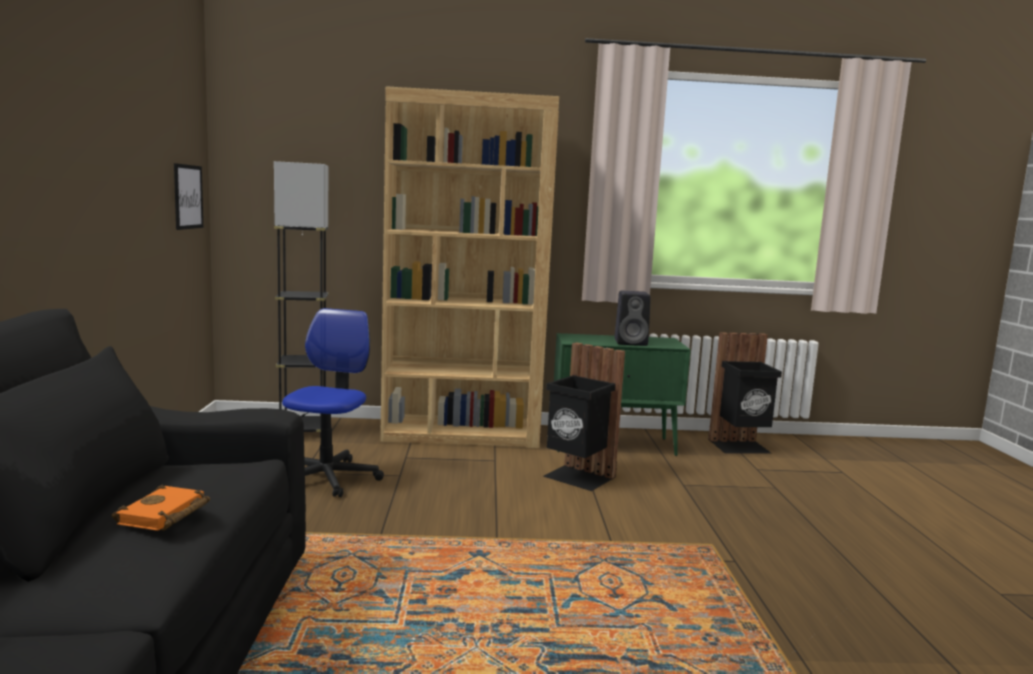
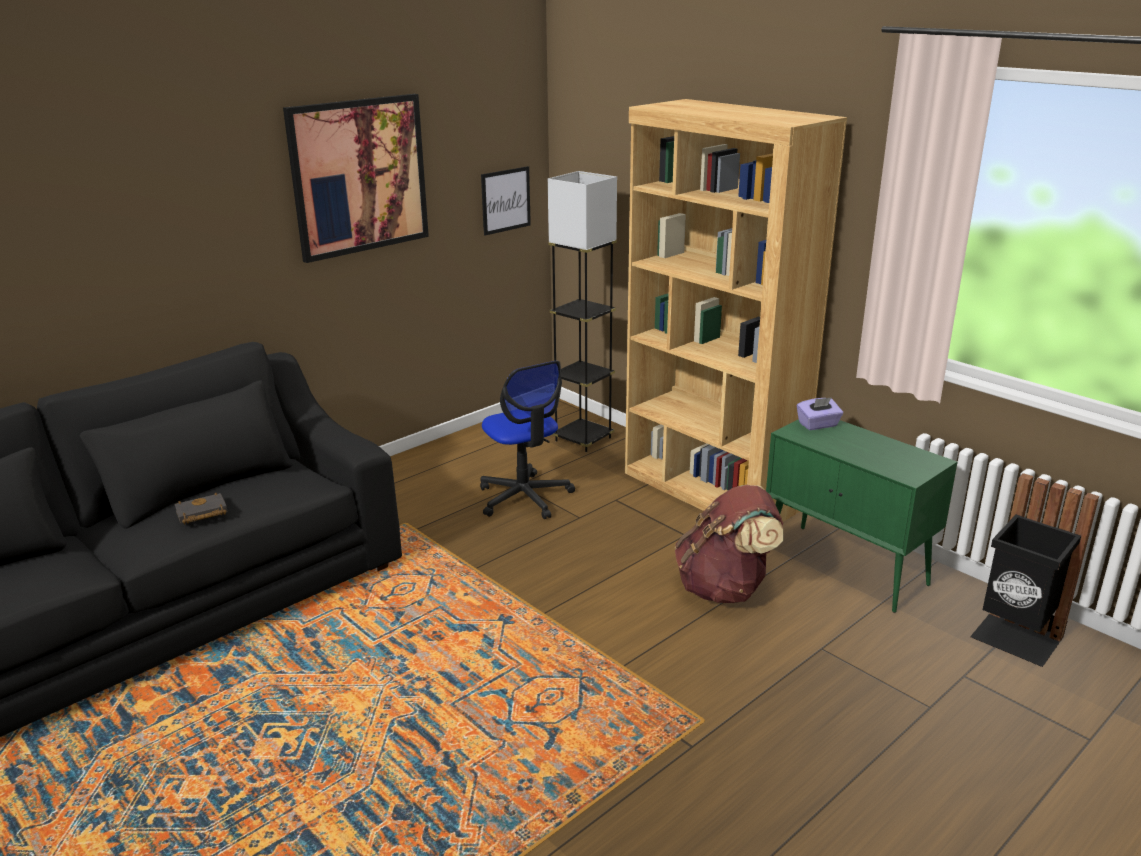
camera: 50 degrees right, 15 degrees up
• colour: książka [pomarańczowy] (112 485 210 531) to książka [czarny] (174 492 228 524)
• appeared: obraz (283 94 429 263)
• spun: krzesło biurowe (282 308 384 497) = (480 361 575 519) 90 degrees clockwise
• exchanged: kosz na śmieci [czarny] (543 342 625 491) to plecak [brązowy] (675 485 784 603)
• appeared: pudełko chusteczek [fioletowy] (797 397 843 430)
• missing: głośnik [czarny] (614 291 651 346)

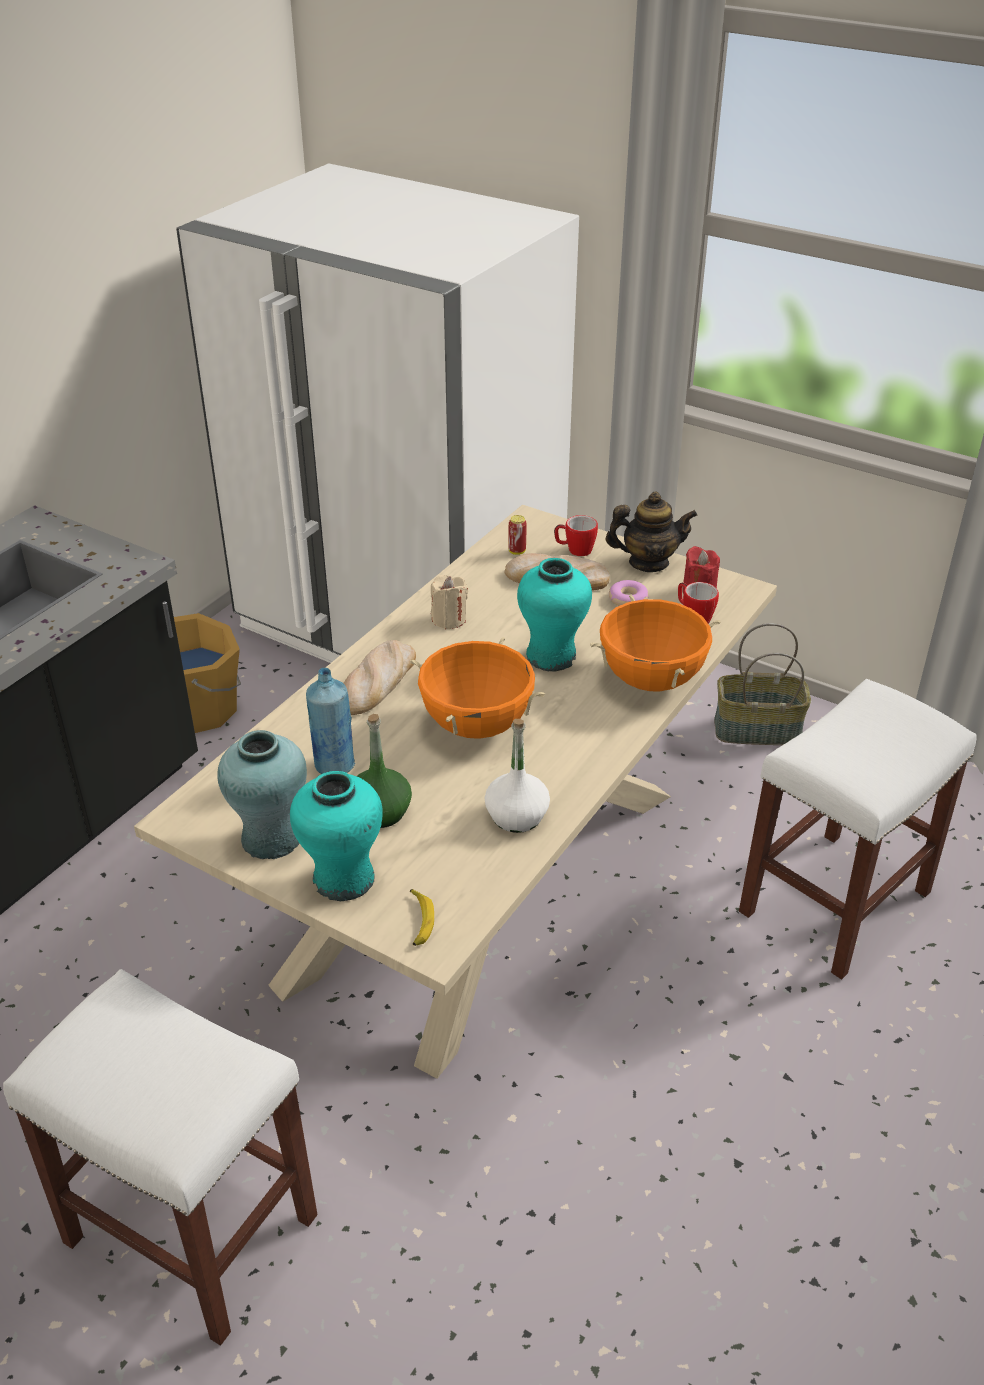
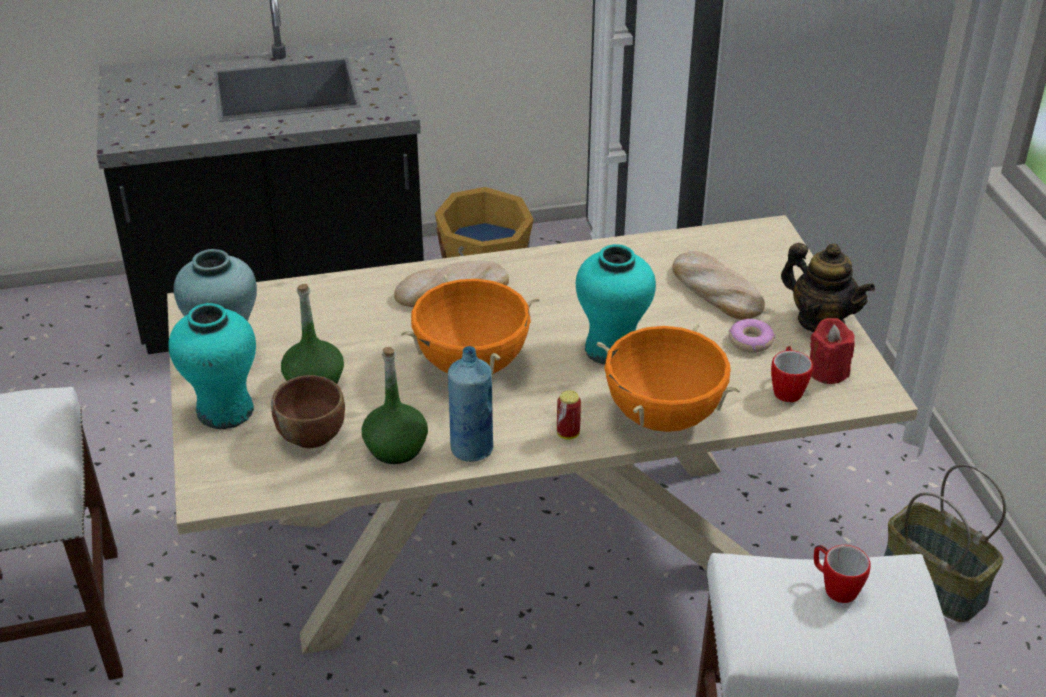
camera: 45 degrees right, 0 degrees up
• appeared: miska [brązowy] (271 375 345 448)
• colour: butelka [biały] (485 719 550 833) to butelka [zielony] (362 347 428 464)
• relocated: butelka [niebieski] (306 668 355 774) to (448 346 493 462)
• relocated: puszka (508 515 527 555) to (557 390 581 440)
• relocated: kubek (554 515 598 556) to (814 545 871 603)
• missing: banan (410 889 434 946)
• missing: świeca [beżowy] (431 575 468 629)

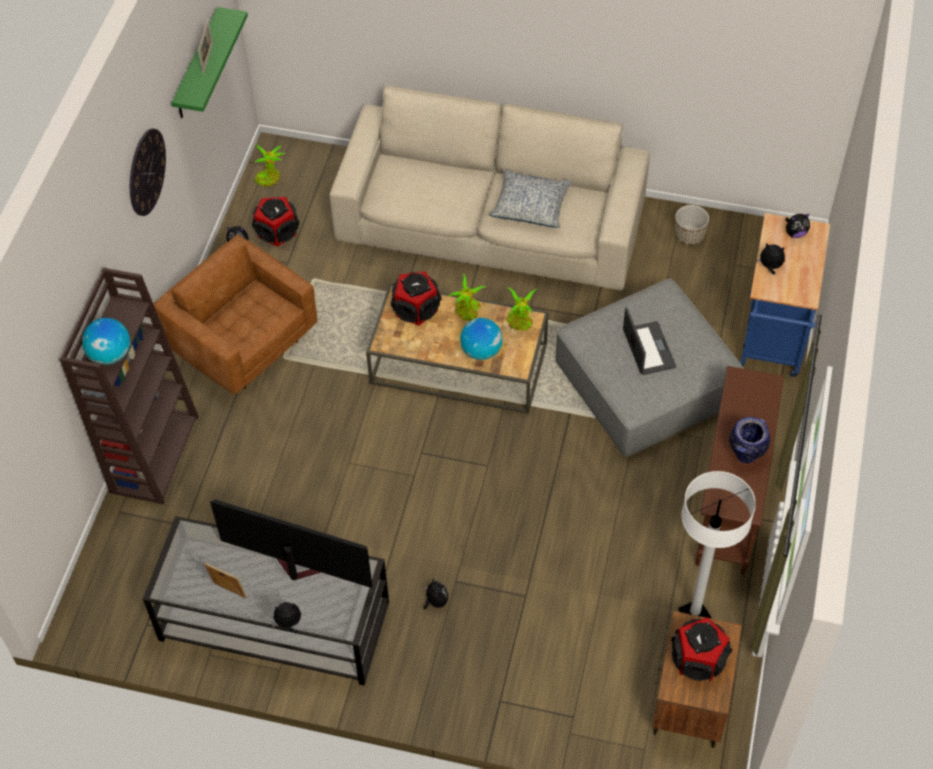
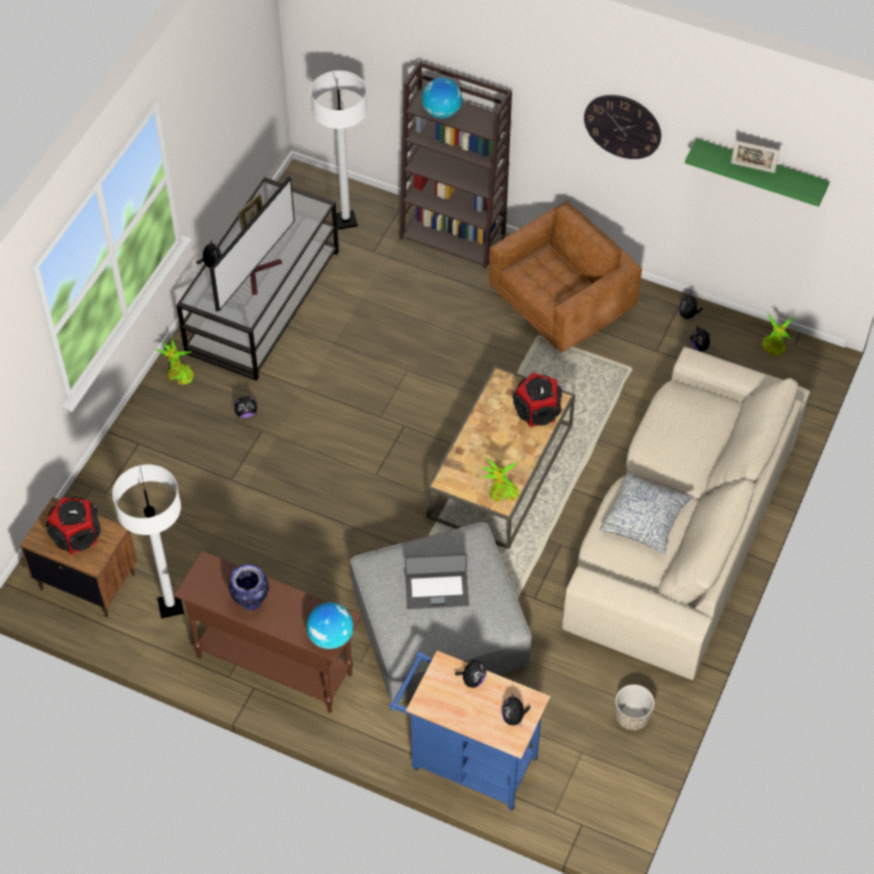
camera: 100 degrees right, 0 degrees up
• relocated: roślina doniczkowa (447 273 486 321) to (156 337 194 385)
• relocated: globus (460 318 502 360) to (307 602 353 649)
• appeared: lampa stojąca [biały] (311 71 367 230)
• exchanged: głośnik (252 197 300 247) to pluszak (690 325 713 352)

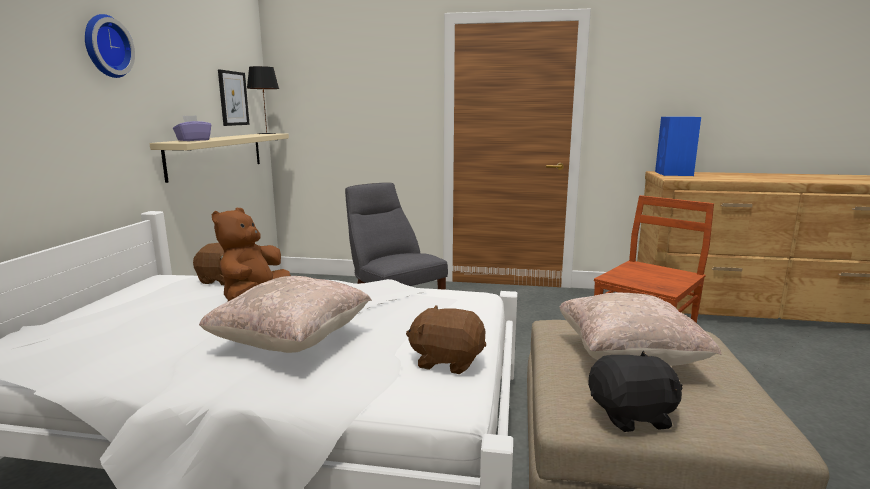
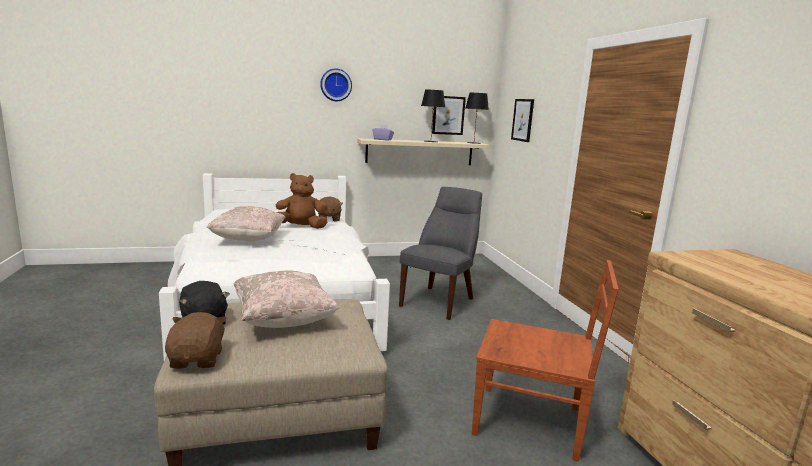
camera: 65 degrees right, 0 degrees up
• relocated: pluszak [brązowy] (406 305 486 374) to (165 312 227 369)
• appeared: lampa stołowa [czarny] (421 90 445 142)
• appeared: obraz (511 99 534 142)
• missing: głośnik [niebieski] (655 117 701 176)

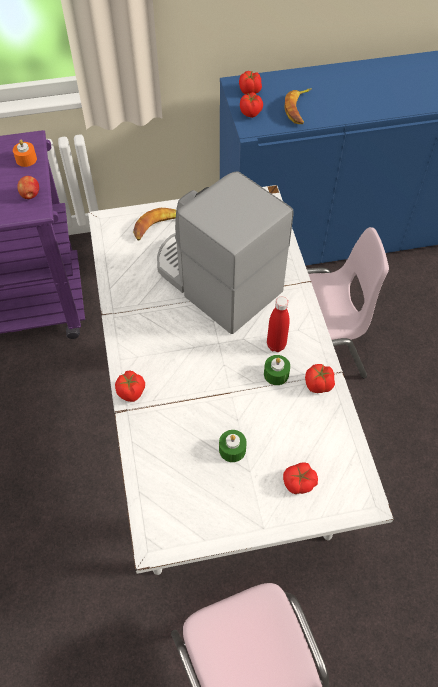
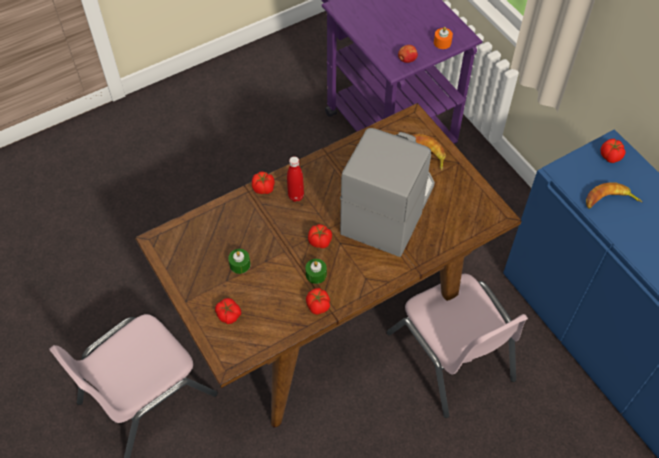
camera: 70 degrees right, 0 degrees up
• colour: stół jadalny [biały] (88 185 394 575) to stół jadalny [brązowy] (135 103 522 427)
• relocated: butelka [czerwony] (267 296 290 352) to (287 156 304 202)
• relocated: pomidor (240 92 263 118) to (308 224 332 248)

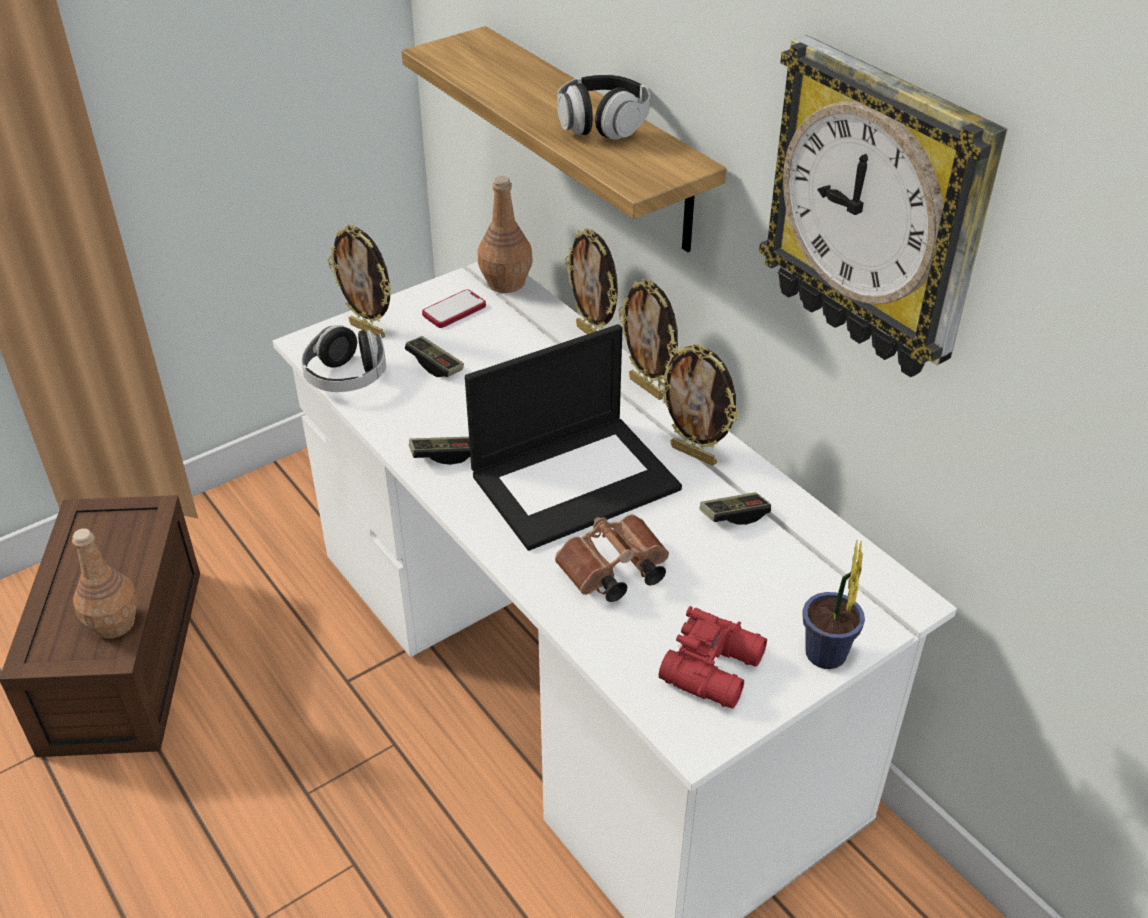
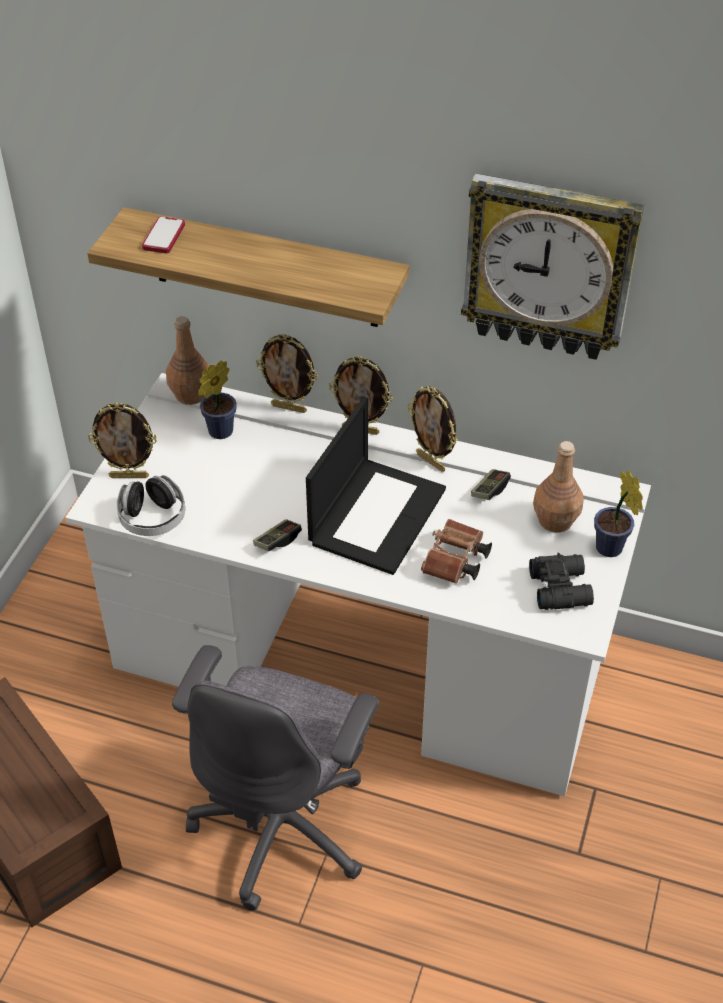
camera: 35 degrees left, 5 degrees up
• relocated: telefon (422 289 486 328) to (142 216 185 253)
• appeared: krzesło biurowe [szary] (172 645 379 911)
• appeared: roślina doniczkowa (198 360 237 439)
• spun: ramka na zdjęcie (658 344 739 466) = (408 386 457 472) 45 degrees clockwise
• colour: lornetka [czerwony] (659 606 767 709) to lornetka [czarny] (529 553 594 610)
• relocated: butelka [brązowy] (72 528 138 639) to (533 441 584 532)
• missing: pad do gier (405 336 464 377)
• missing: słuchawki (557 74 650 140)

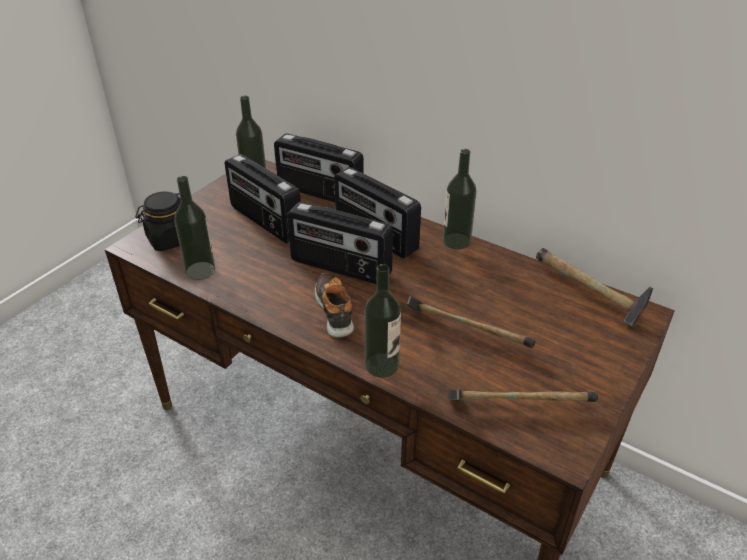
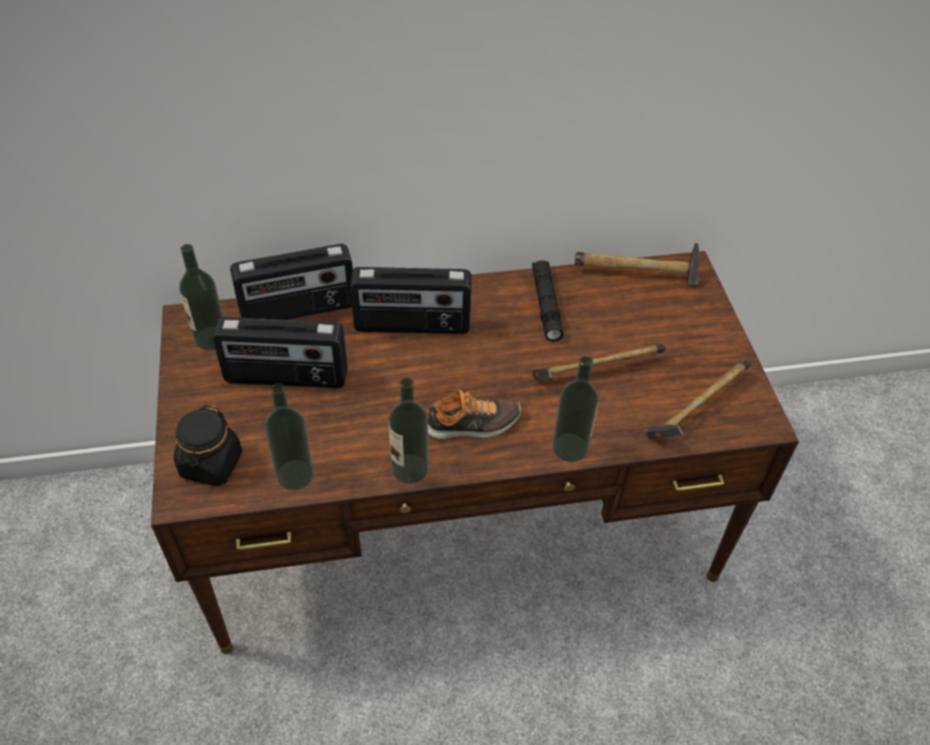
camera: 45 degrees left, 10 degrees up
• relocated: butelka (443 149 476 250) to (388 378 429 484)
• spun: but (315 273 354 338) = (428 390 521 439) 135 degrees clockwise
• appeared: latarka [czarny] (532 260 563 342)
• missing: radio (287 202 393 284)

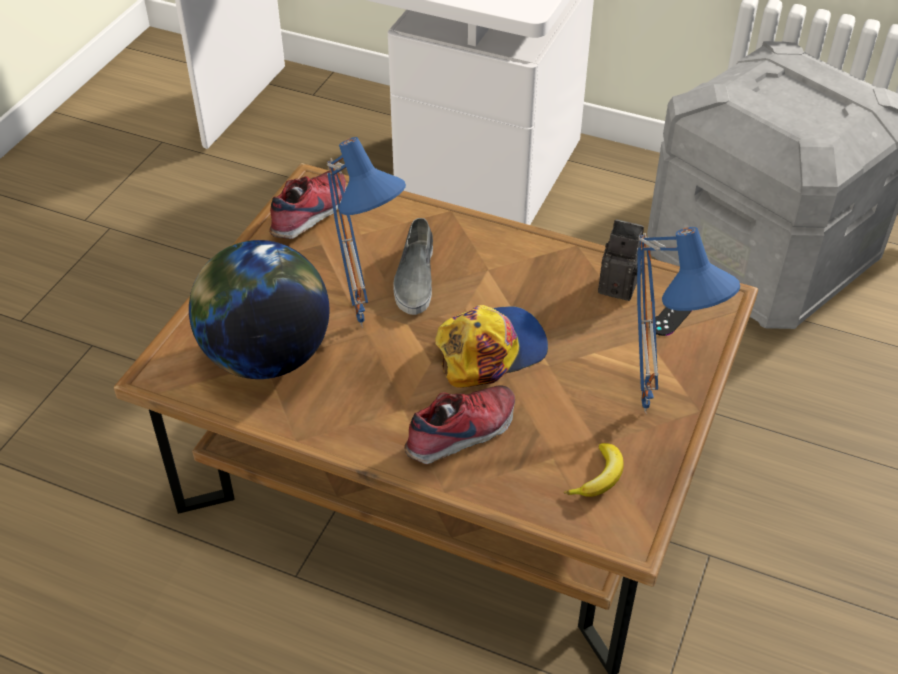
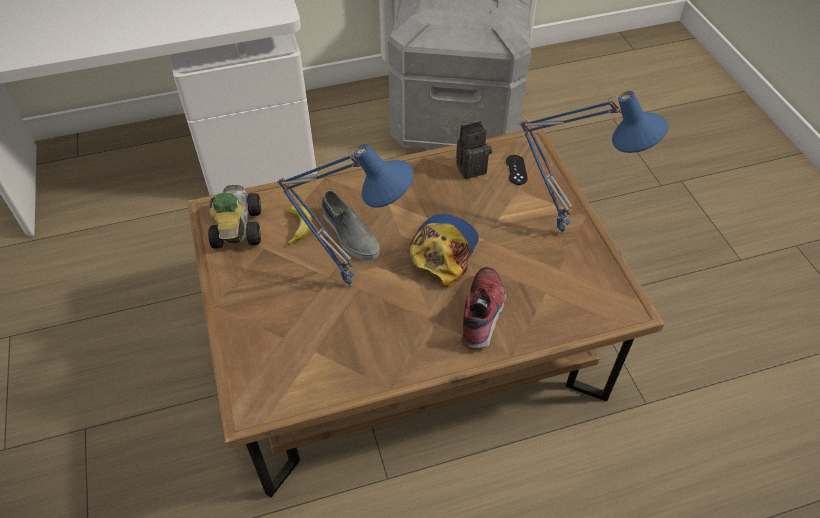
camera: 40 degrees left, 5 degrees up
• exchanged: but (269 170 346 239) to samochodzik (208 185 261 249)
• relocated: banan (564 443 624 497) to (286 205 312 246)
• missing: globus (189 240 330 379)

